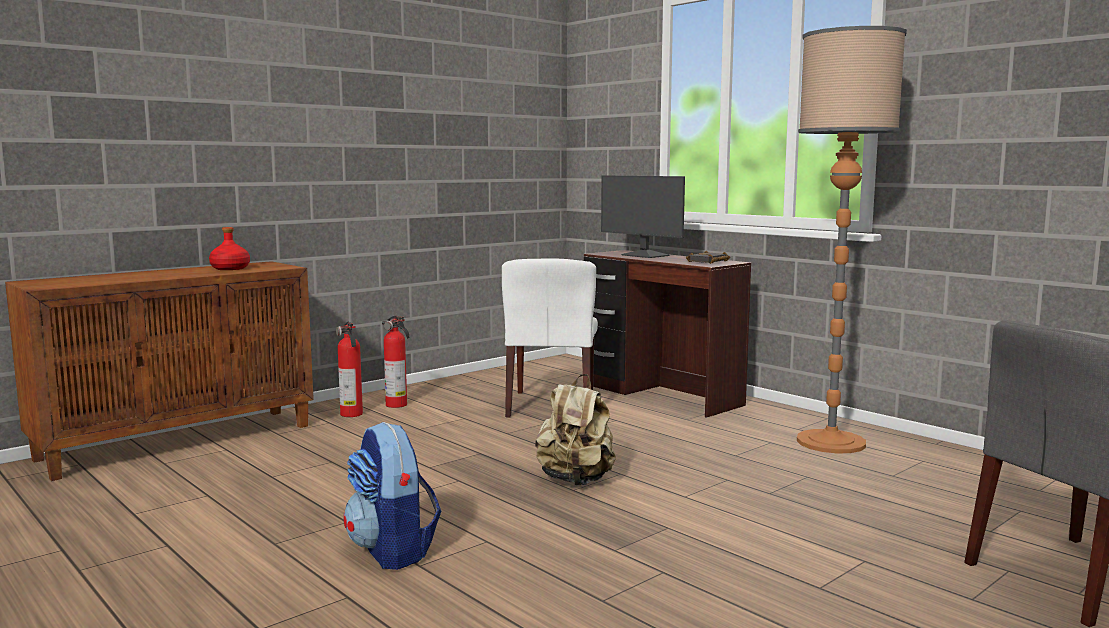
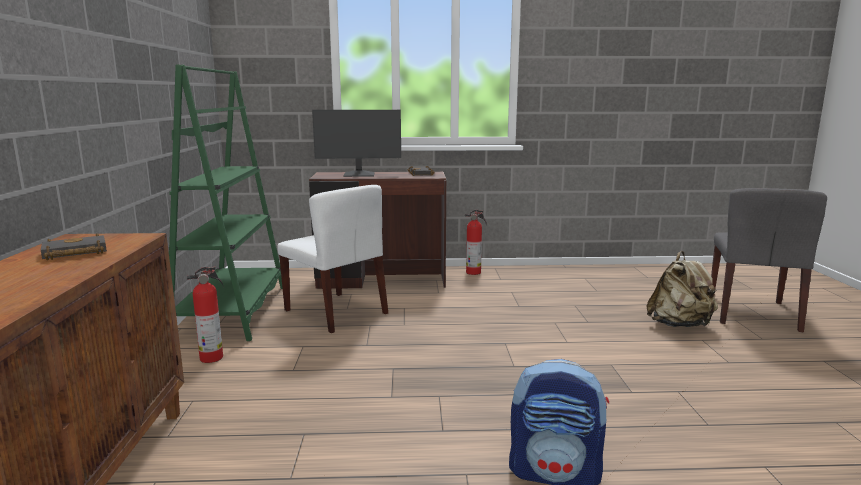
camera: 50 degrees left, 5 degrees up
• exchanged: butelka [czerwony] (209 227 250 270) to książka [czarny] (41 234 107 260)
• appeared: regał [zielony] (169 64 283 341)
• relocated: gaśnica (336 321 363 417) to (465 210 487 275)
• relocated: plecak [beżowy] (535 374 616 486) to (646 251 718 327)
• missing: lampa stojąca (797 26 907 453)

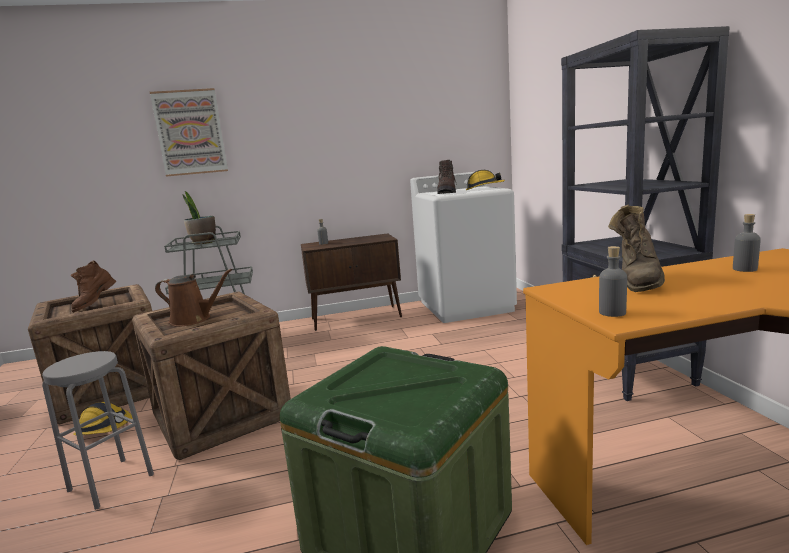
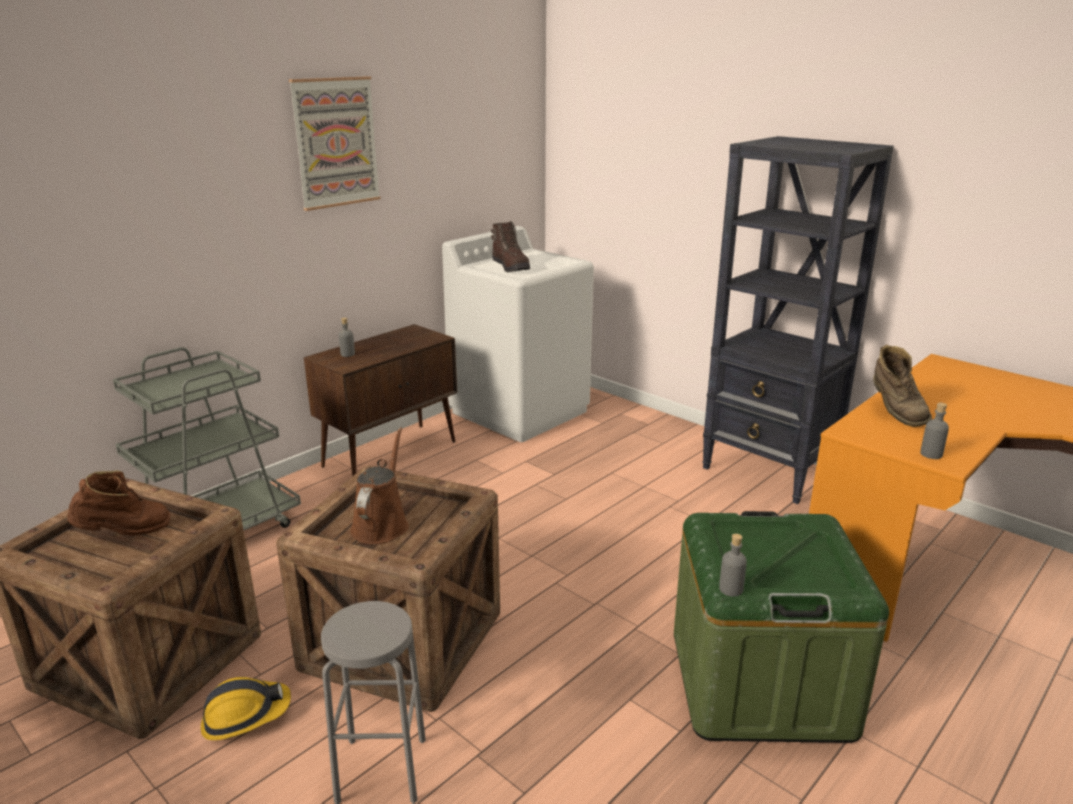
camera: 35 degrees left, 10 degrees up
• spun: but z cholewką [brązowy] (71 261 116 313) = (67 470 170 536) 105 degrees counterclockwise
• relocated: obraz (150 88 228 177) to (289 76 381 211)
• spun: konewka [brązowy] (155 269 232 327) = (350 427 409 544) 60 degrees counterclockwise
• relocated: butelka [szary] (733 214 761 272) to (719 534 747 597)
• missing: roślina doniczkowa (182 191 216 245)
• missing: kask (466 170 505 190)

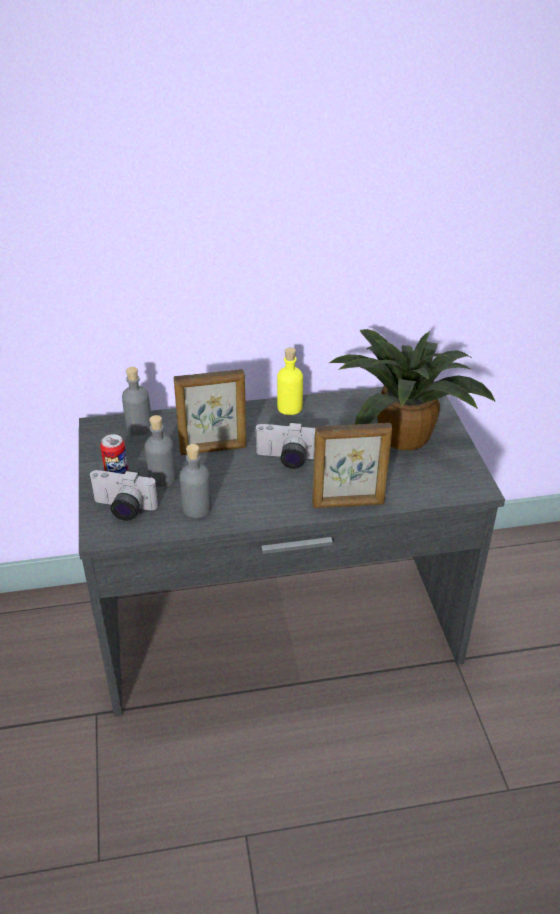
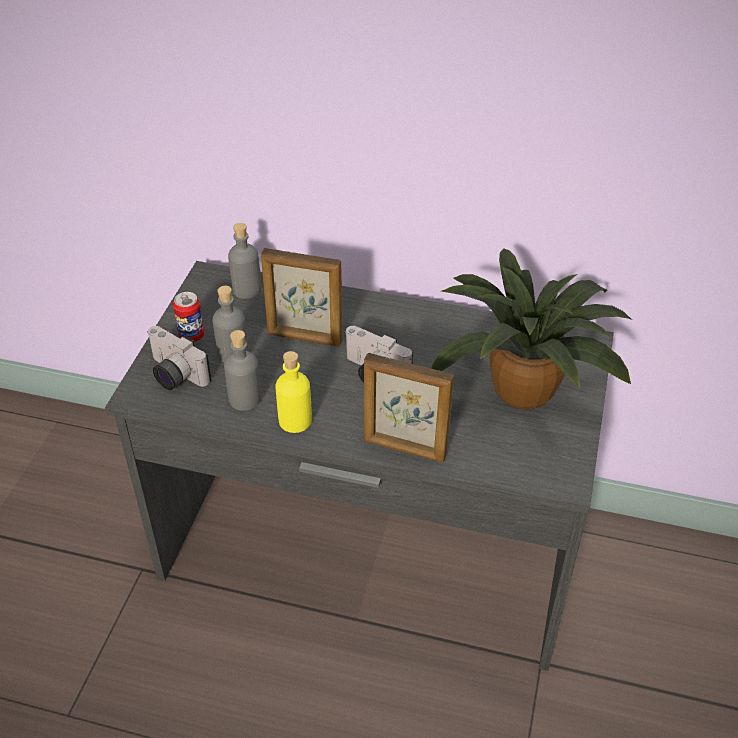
camera: 25 degrees right, 5 degrees up
• relocated: butelka [żółty] (277 348 303 415) to (275 351 312 433)

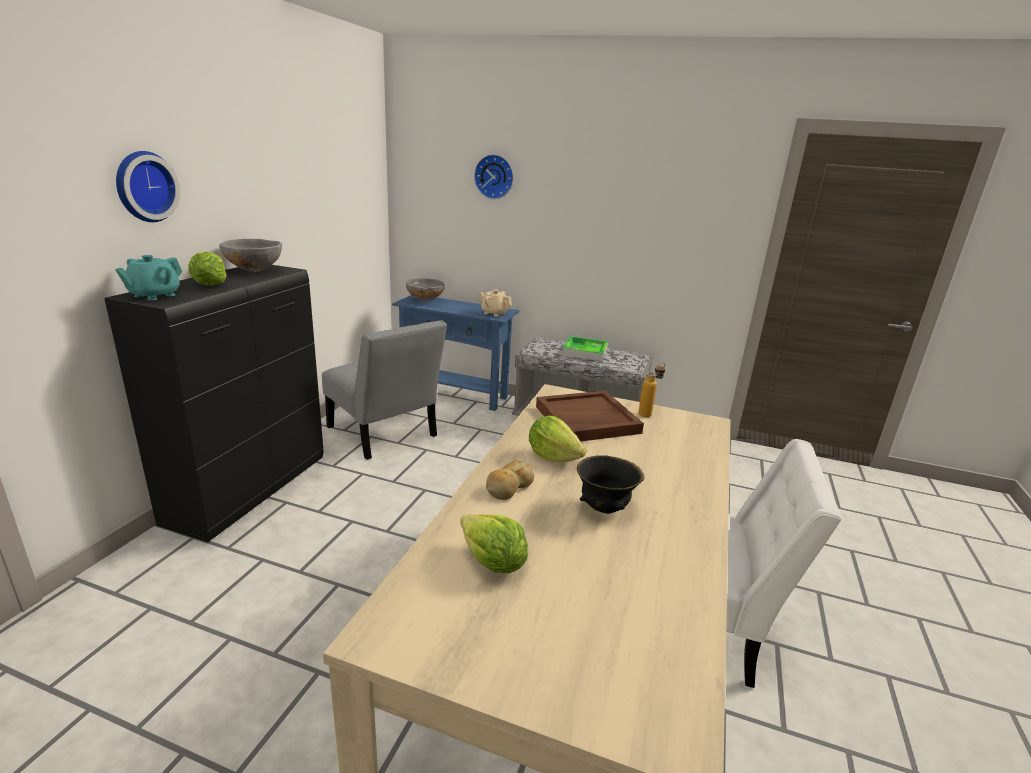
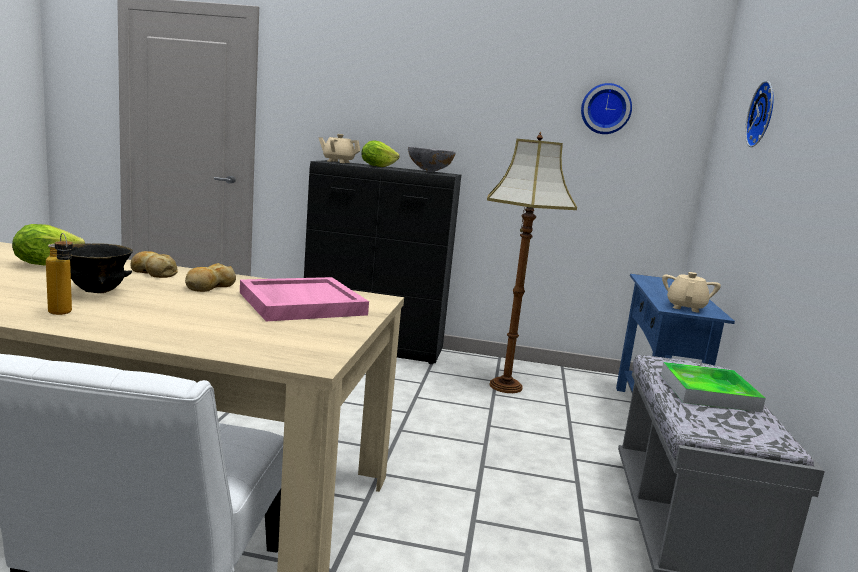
camera: 80 degrees right, 10 degrees down
• relocated: butelka (638 362 666 417) to (46 233 73 315)
• exchanged: sałata (529 415 586 462) to chleb (185 263 236 292)
• colour: taca [brązowy] (536 391 644 442) to taca [różowy] (240 277 369 322)
• colour: imbryk [turkusowy] (115 255 182 301) to imbryk [beżowy] (319 134 360 163)
• exchanged: krzesło [szary] (322 320 447 460) to lampa stojąca (487 132 577 393)
• relocated: zegar ścienny (116 151 180 222) to (581 83 632 134)
• missing: miska [szary] (406 278 445 301)

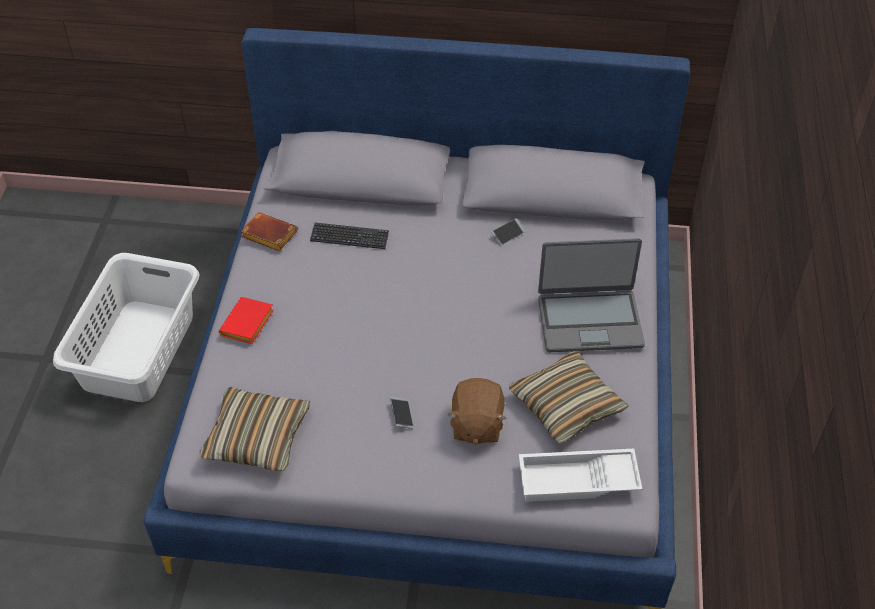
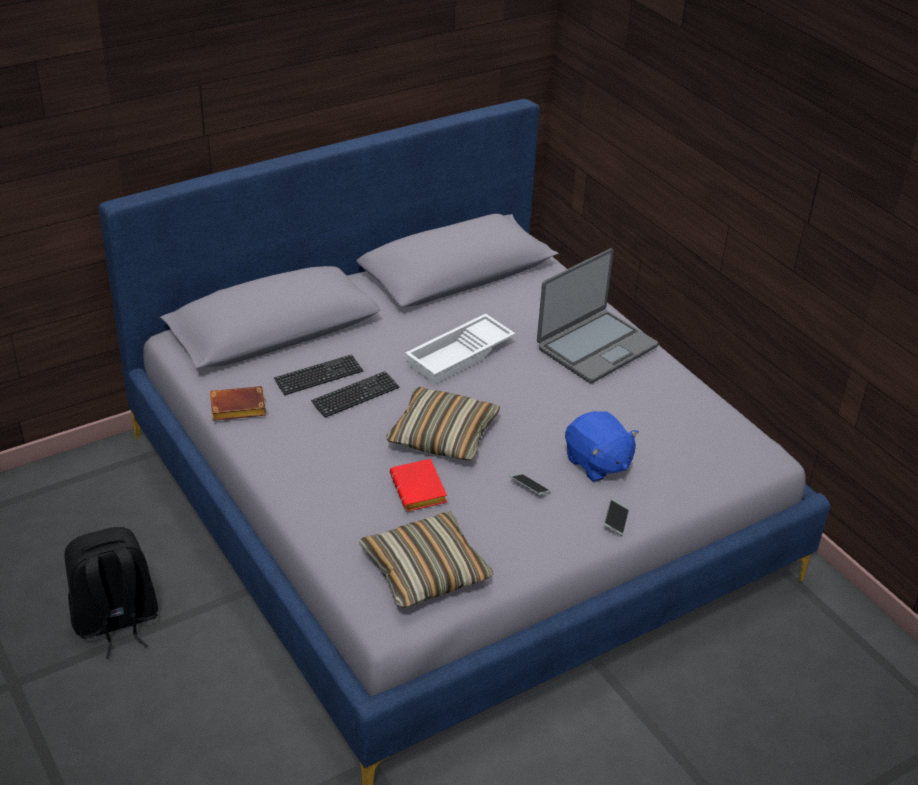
camera: 40 degrees left, 10 degrees down
• exchanged: kosz na pranie [szary] (53 253 200 402) to plecak [czarny] (64 527 158 659)
• appeared: klawiatura (311 371 400 418)
• relocated: poduszka (509 351 629 444) to (386 387 500 461)
• relocated: książka [czerwony] (219 297 274 344) to (390 459 447 511)
• relocated: taca [biały] (519 449 642 502) to (405 314 516 384)
• colour: pluszak [brązowy] (448 378 506 445) to pluszak [niebieski] (565 411 639 482)
• relocated: telefon (491 218 525 245) to (604 498 629 536)

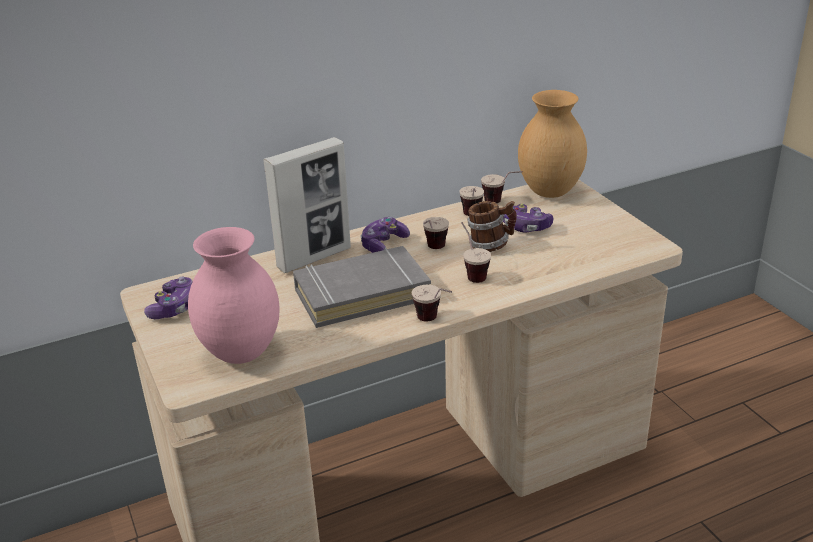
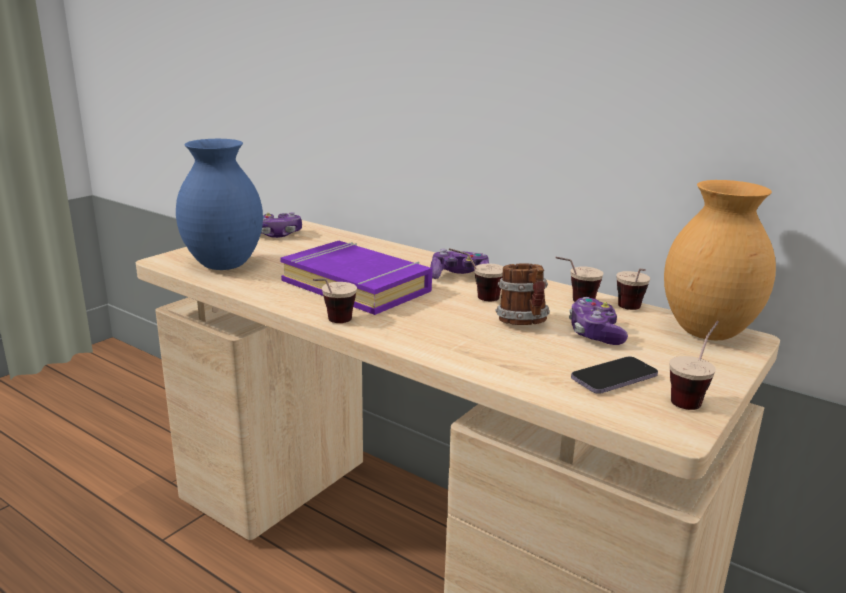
camera: 60 degrees right, 10 degrees down
• colour: wazon [różowy] (188 227 280 364) to wazon [niebieski] (176 139 263 270)
• colour: książka [szary] (293 246 431 328) to książka [fioletowy] (280 241 432 315)
• appeared: telefon (571 356 658 394)
• relocated: filiżanka (461 222 491 283) to (669 321 719 410)
• missing: ramka na zdjęcie (263 137 351 273)

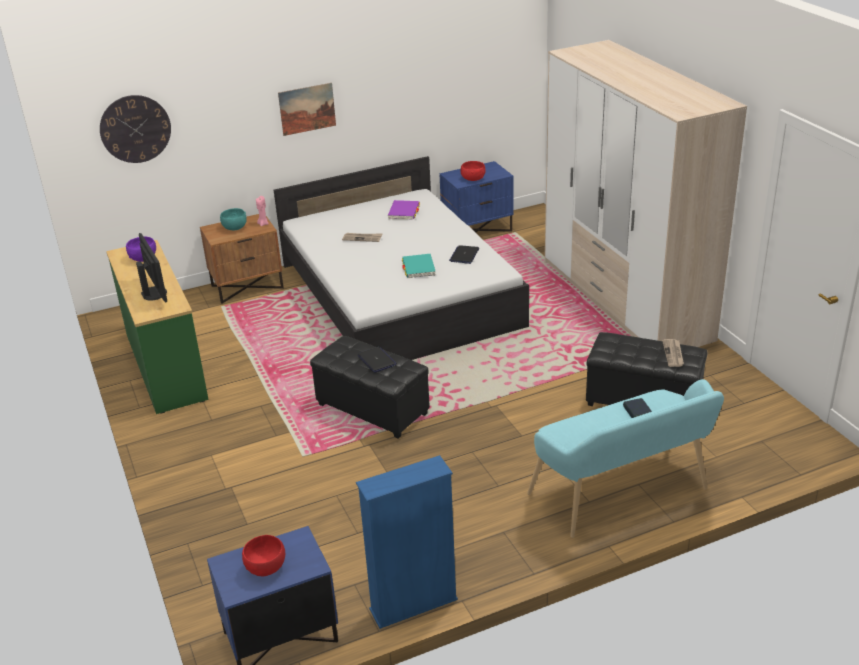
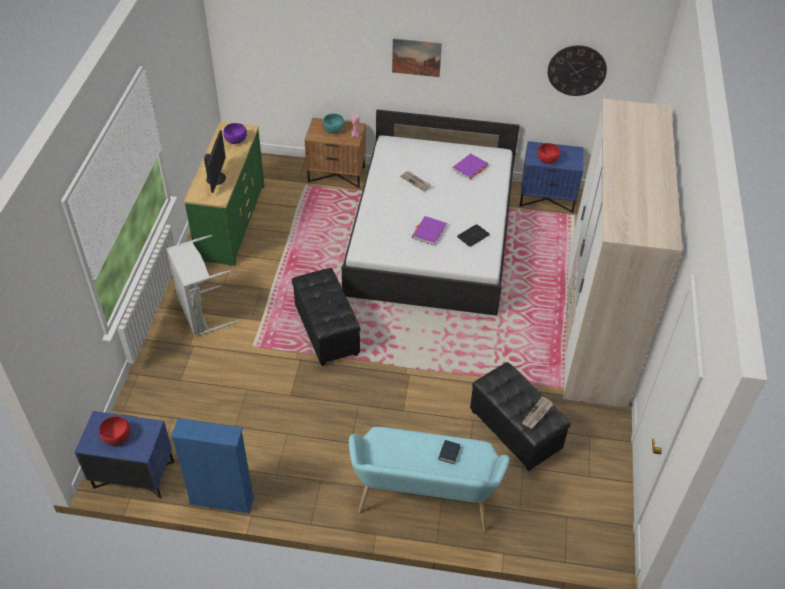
camera: 30 degrees right, 15 degrees up
• appeared: kosz na pranie [szary] (166 235 238 337)
• colour: książka [turkusowy] (402 254 436 278) to książka [fioletowy] (412 216 447 246)
• relocated: zegar ścienny (100 95 171 163) to (548 45 607 96)

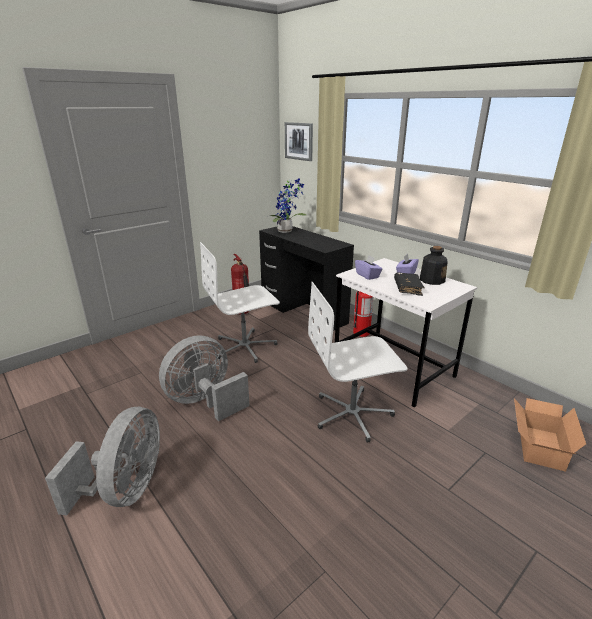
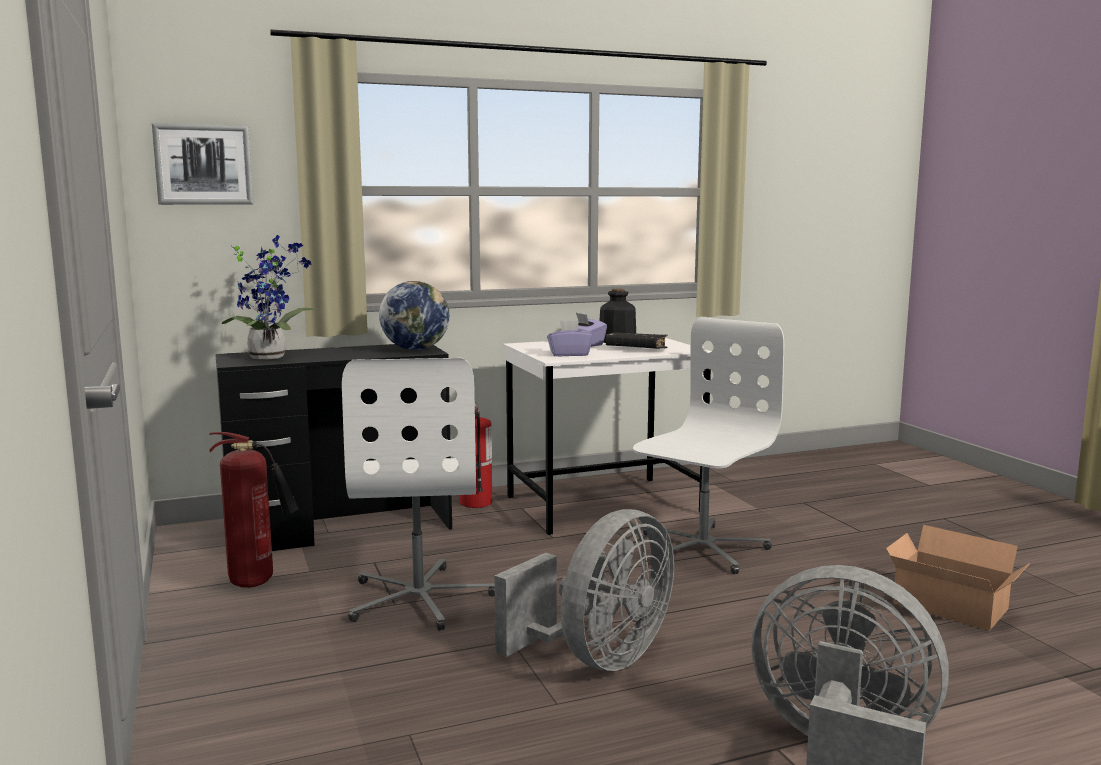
camera: 70 degrees left, 15 degrees down
• appeared: globus (379 281 450 350)
• spun: wentylator [szary] (159 335 250 421) = (495 509 674 671) 120 degrees counterclockwise
• spun: krzesło biurowe [biały] (308 282 408 443) = (633 317 784 574) 150 degrees counterclockwise
• relocated: karton (514 398 586 472) to (886 525 1030 630)

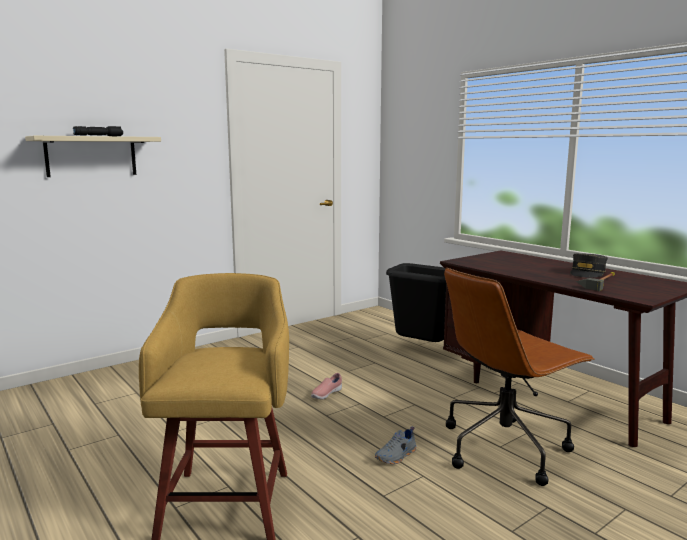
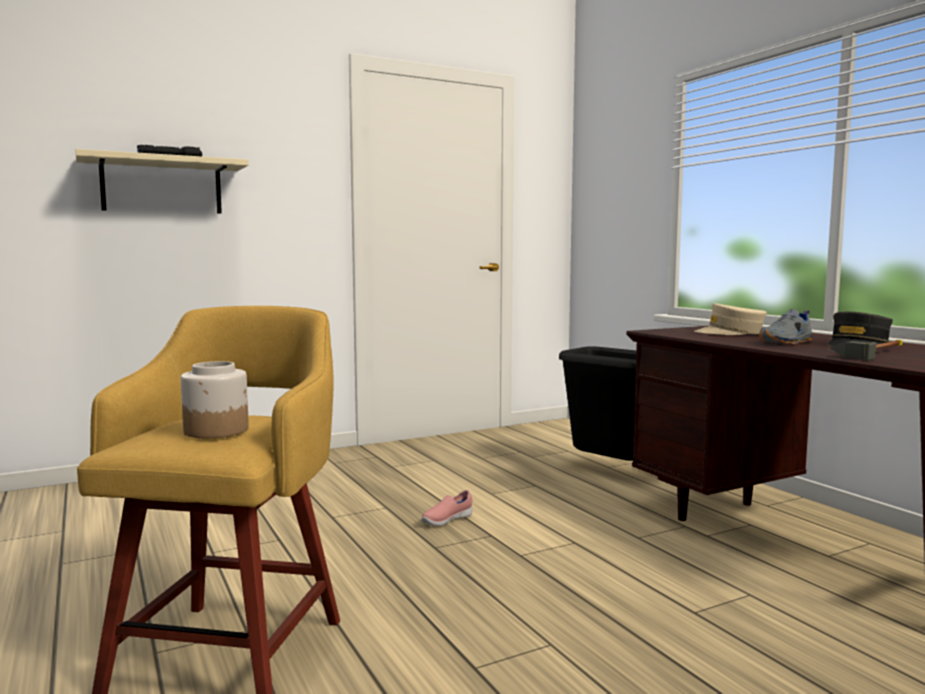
camera: 10 degrees right, 5 degrees down
• appeared: słoik (181 361 249 438)
• appeared: czapka z daszkiem [beżowy] (695 303 767 335)
• relocated: but [szary] (375 427 416 464) to (759 309 812 345)
• missing: krzesło biurowe [brązowy] (444 268 594 486)

